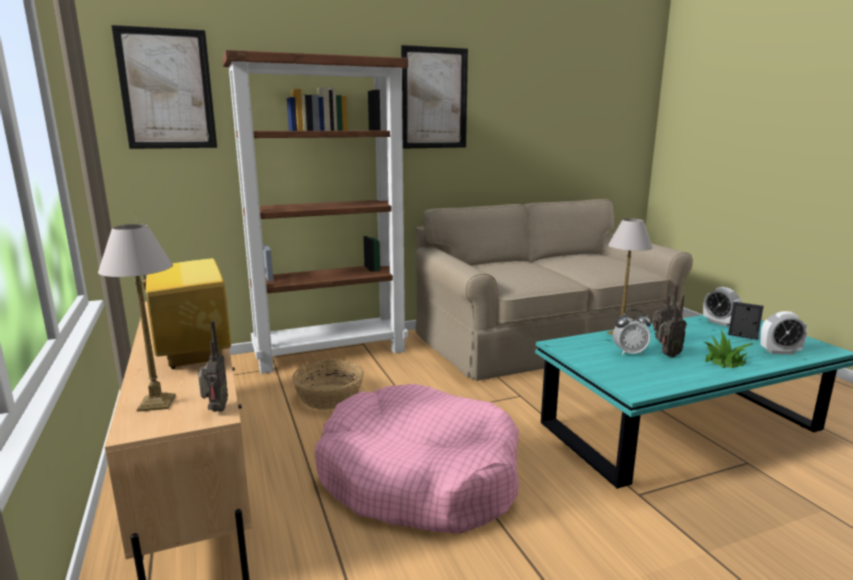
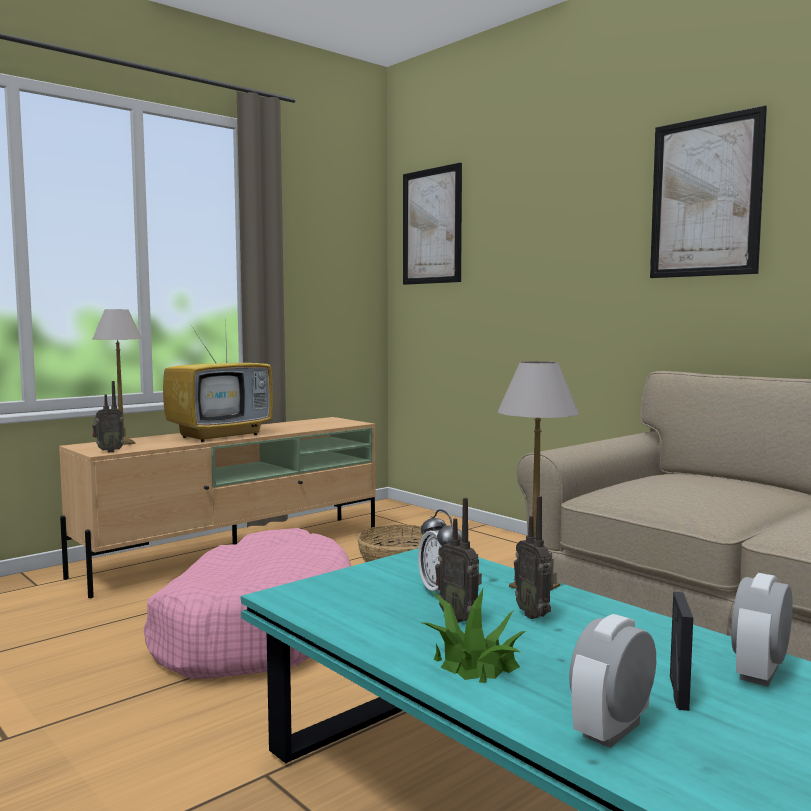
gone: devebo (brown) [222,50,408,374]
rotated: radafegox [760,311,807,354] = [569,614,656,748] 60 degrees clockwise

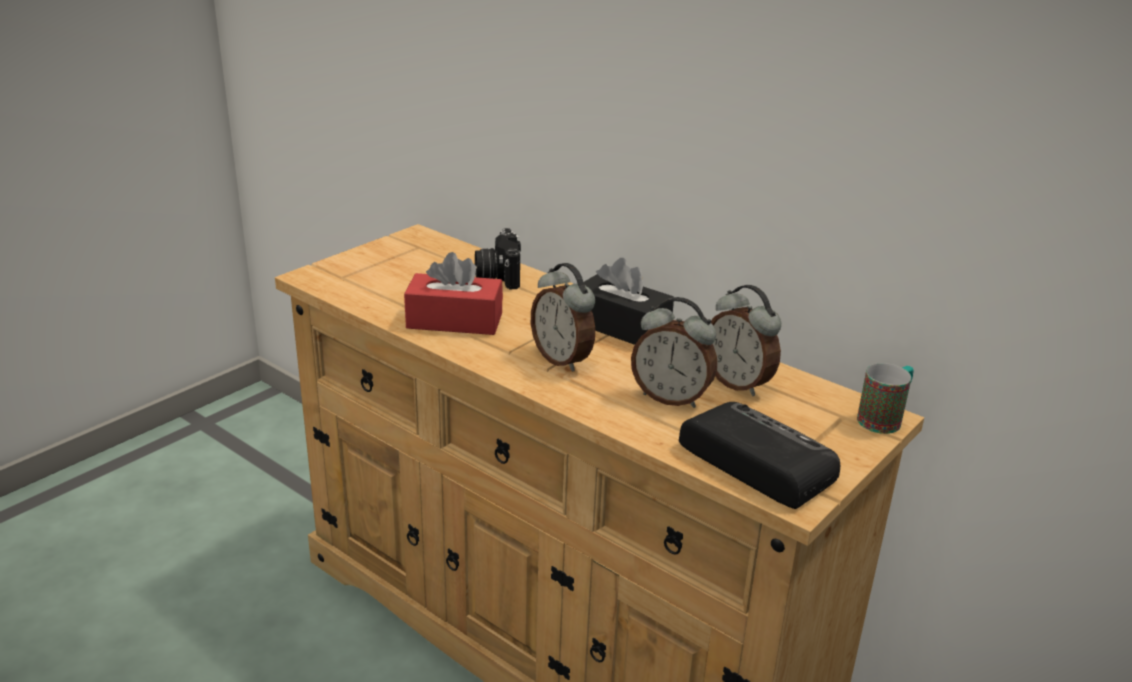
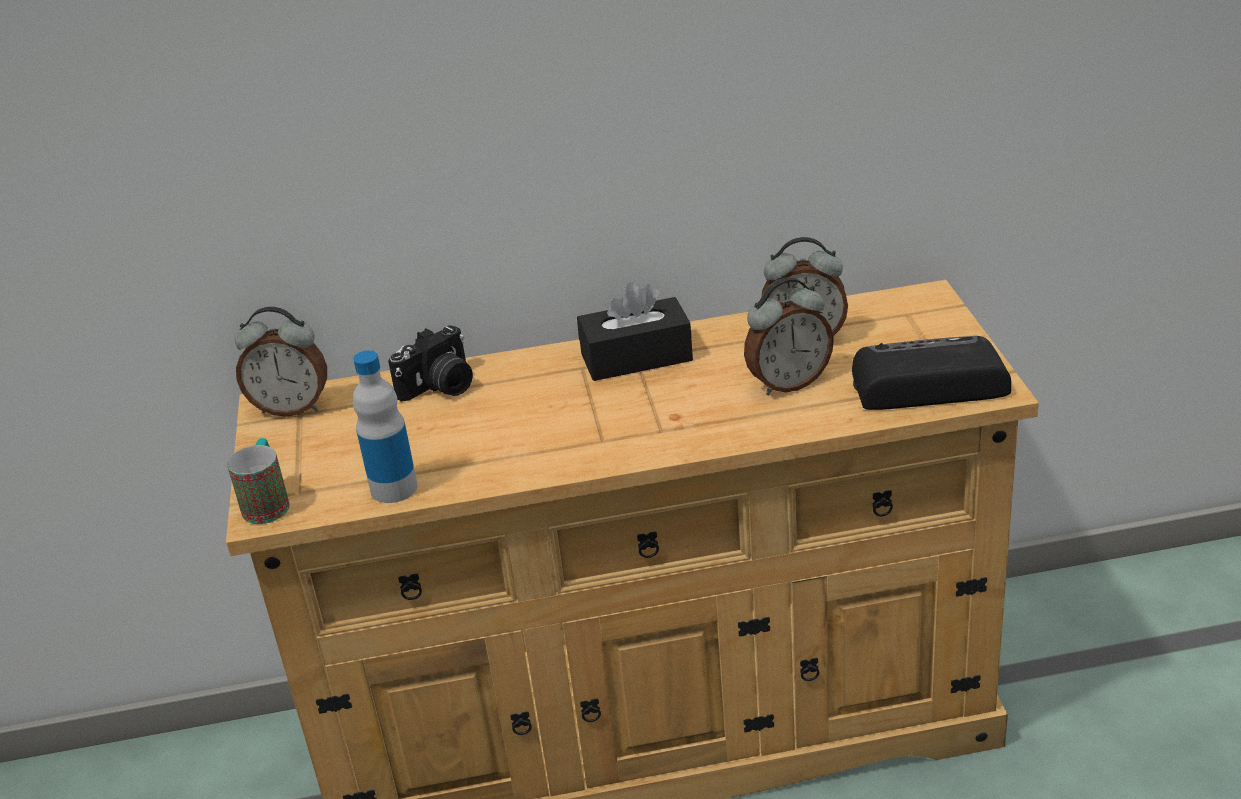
gone: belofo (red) [404,252,503,335]
new: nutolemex [353,350,417,503]
shifted: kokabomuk [857,363,914,434] to [227,438,290,524]; radafegox [531,263,595,372] to [235,307,327,417]
rotated: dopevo [475,228,521,289] = [388,325,473,402] 75 degrees counterclockwise

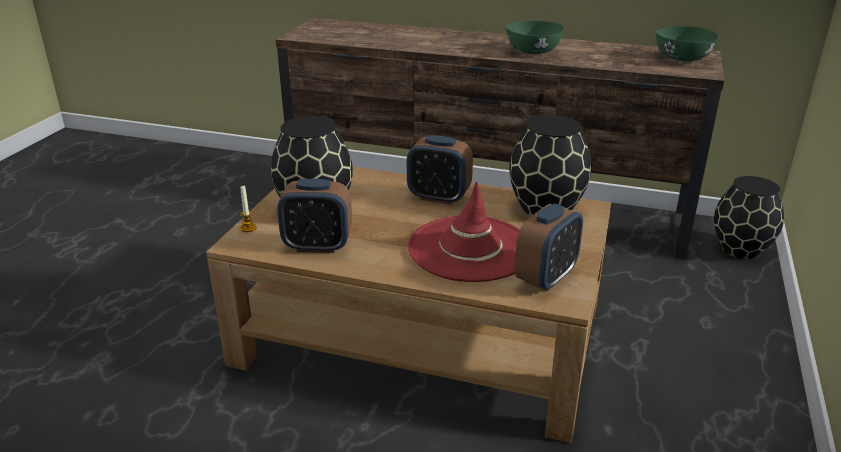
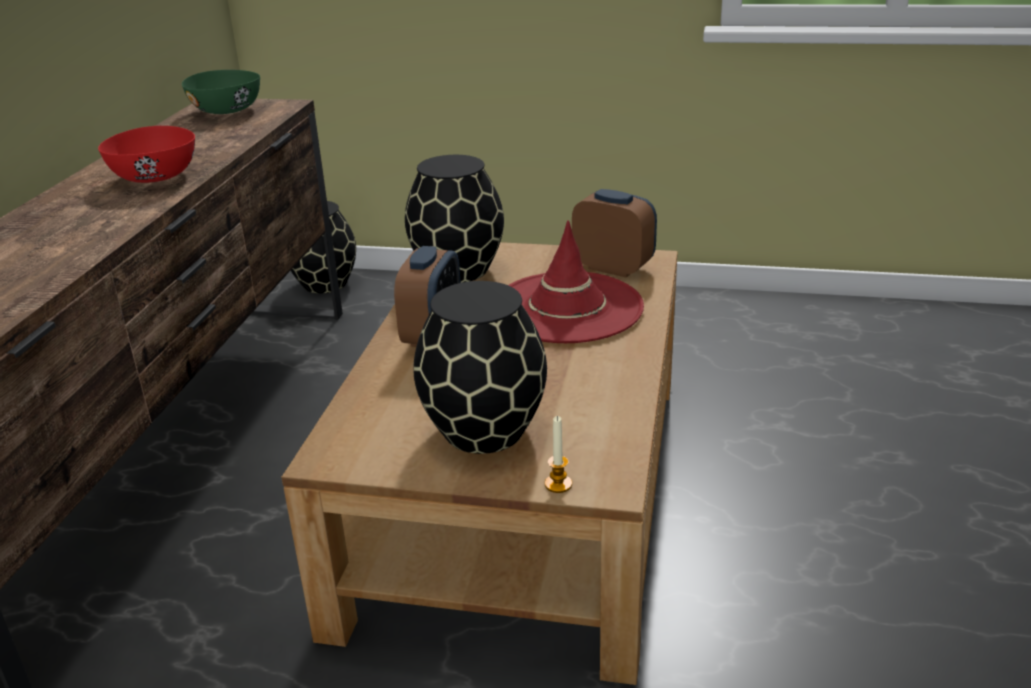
gone: radafegox [277,179,352,253]
repainted: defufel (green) [506,21,564,54] to defufel (red) [98,126,195,183]

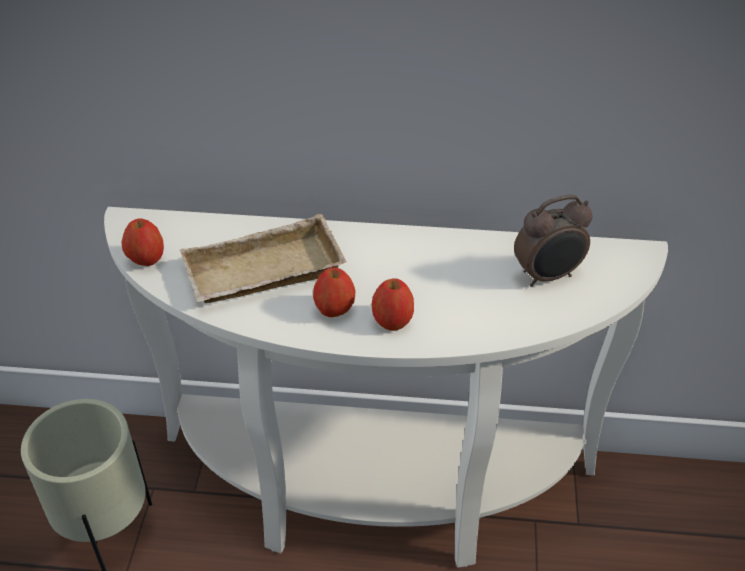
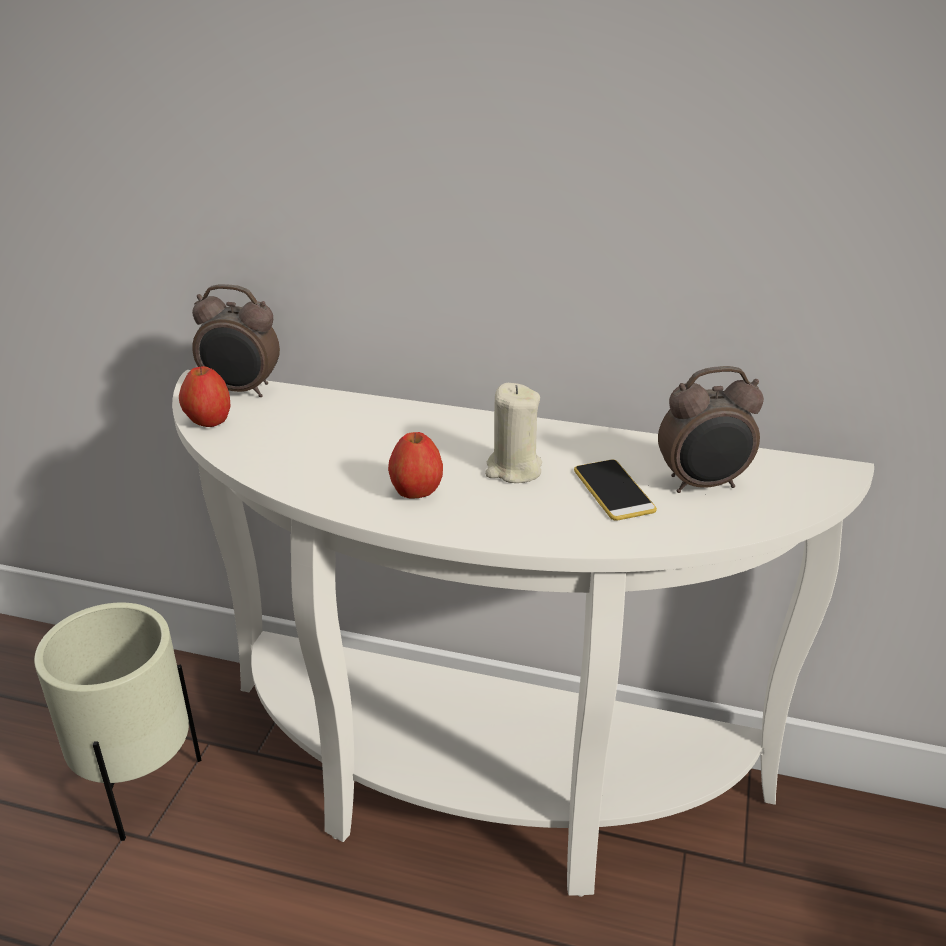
gone: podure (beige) [180,214,347,303]; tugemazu [371,278,414,331]
new: radafegox [192,284,280,397]; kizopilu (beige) [485,383,542,483]; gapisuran [574,459,657,521]

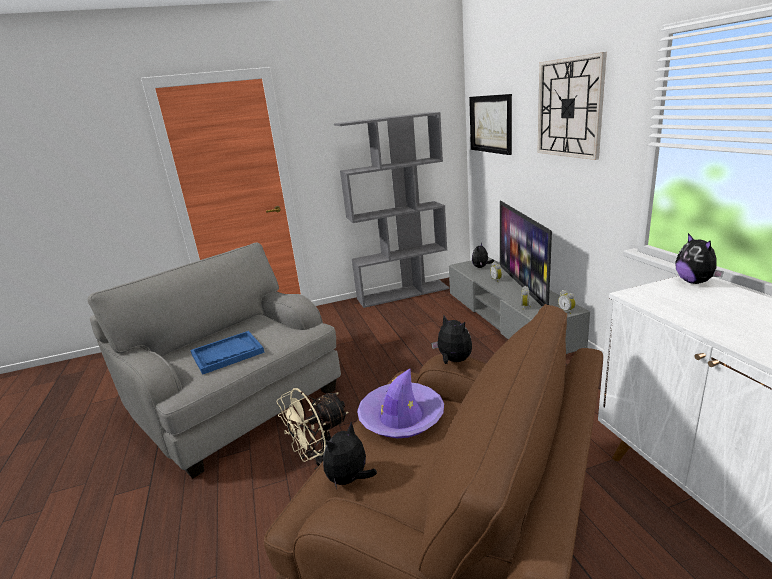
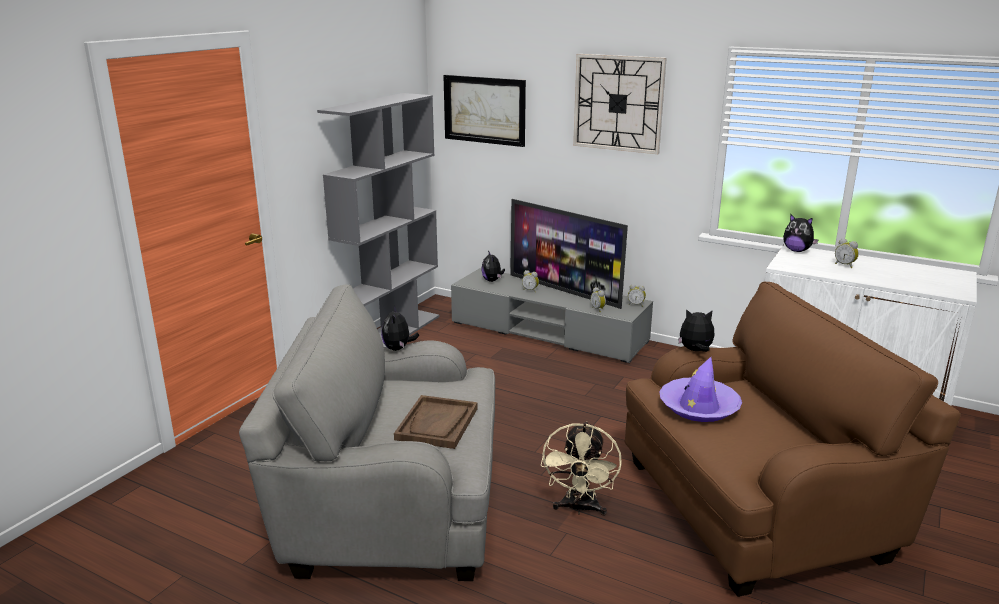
new: radafegox [835,239,859,268]
shifted: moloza [323,422,377,489] to [381,306,419,351]
repainted: podure (blue) [190,331,264,375] to podure (brown) [394,395,477,449]

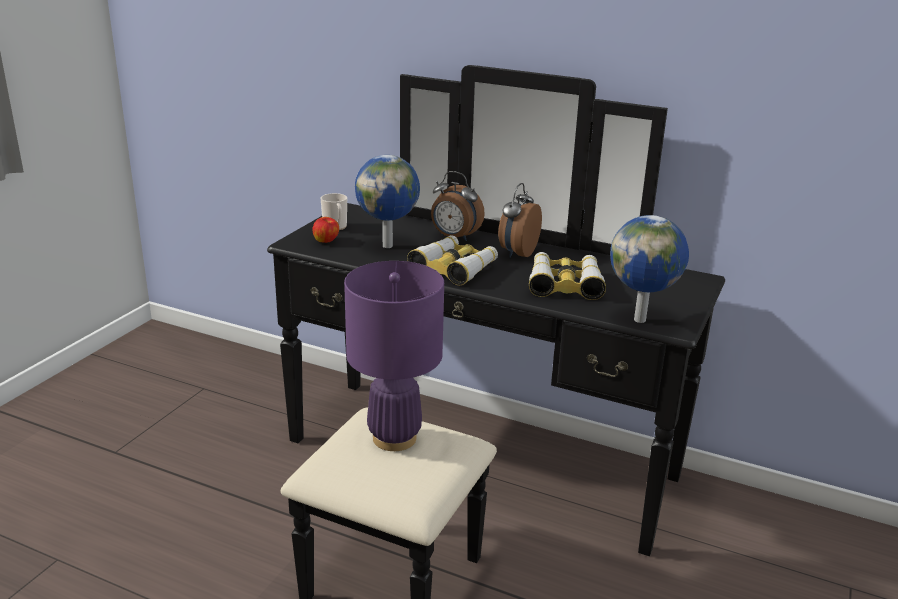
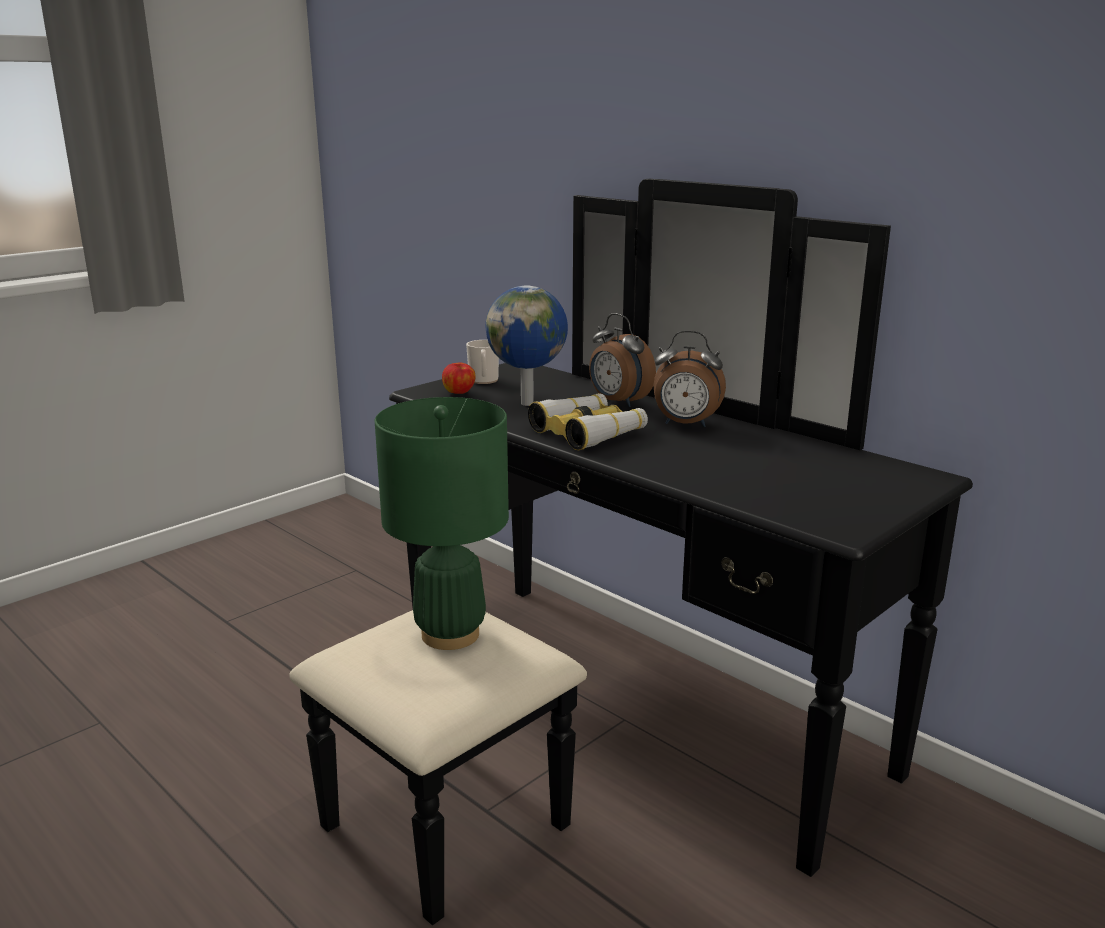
gone: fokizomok [529,252,606,300]; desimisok [610,215,689,323]
repainted: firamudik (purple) [344,261,444,451] to firamudik (green) [375,397,509,650]
rotated: radafegox [498,183,542,258] = [653,330,726,427] 120 degrees counterclockwise

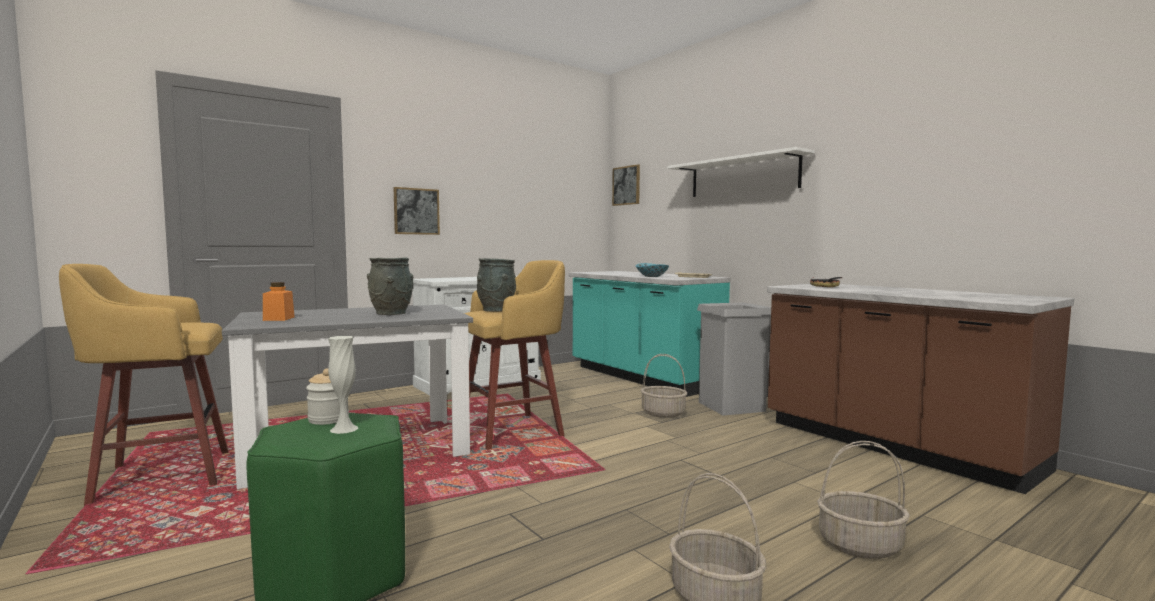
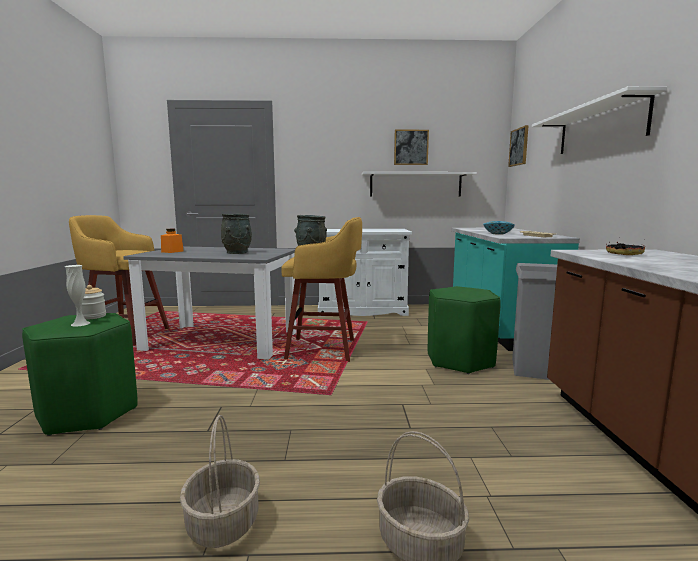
new: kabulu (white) [362,172,477,197]
shifted: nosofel [393,187,440,235] to [394,130,429,165]
swapped: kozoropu [641,354,687,418] to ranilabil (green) [428,286,501,374]

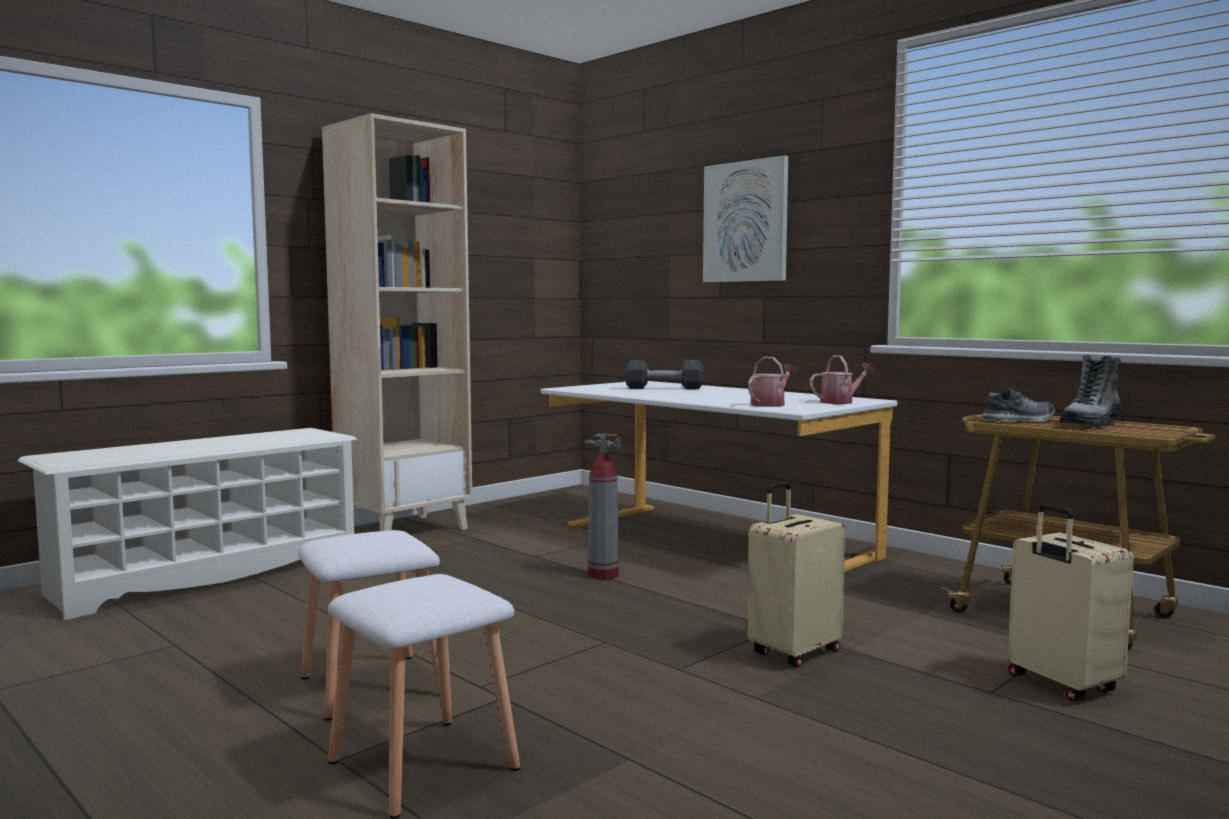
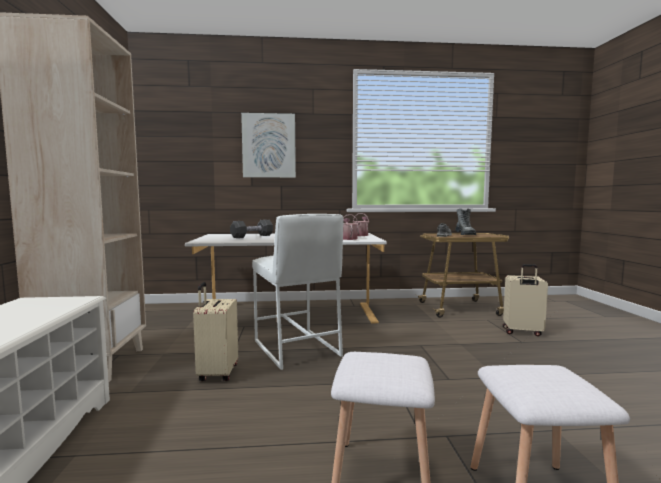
shifted: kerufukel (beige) [747,481,845,667] to [193,282,238,381]
swapped: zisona [585,433,621,580] to ranilabil (white) [252,214,343,370]

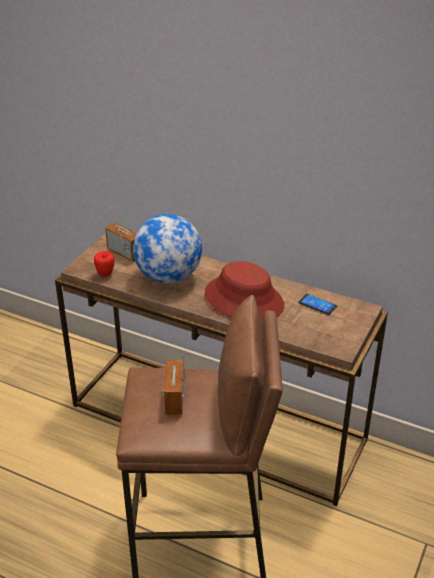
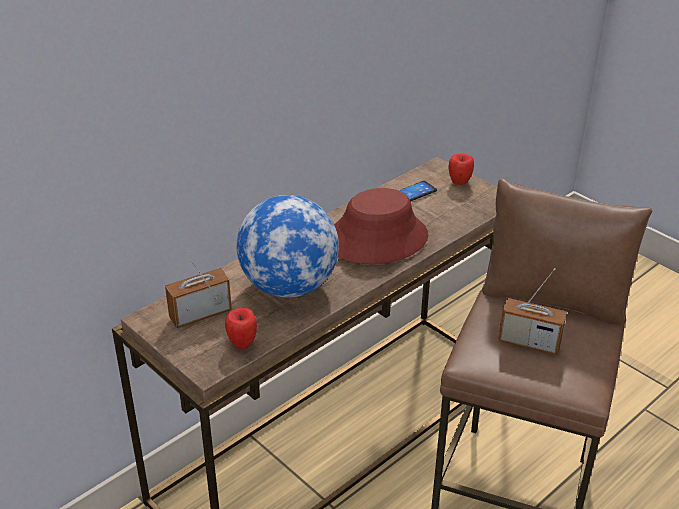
new: tugemazu [449,153,474,185]

